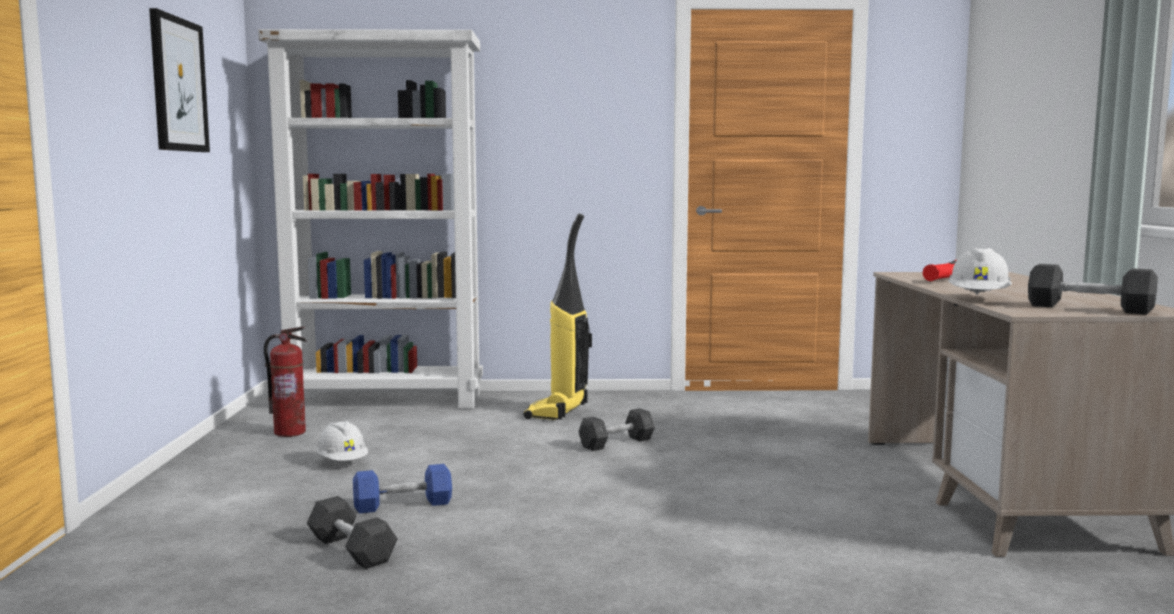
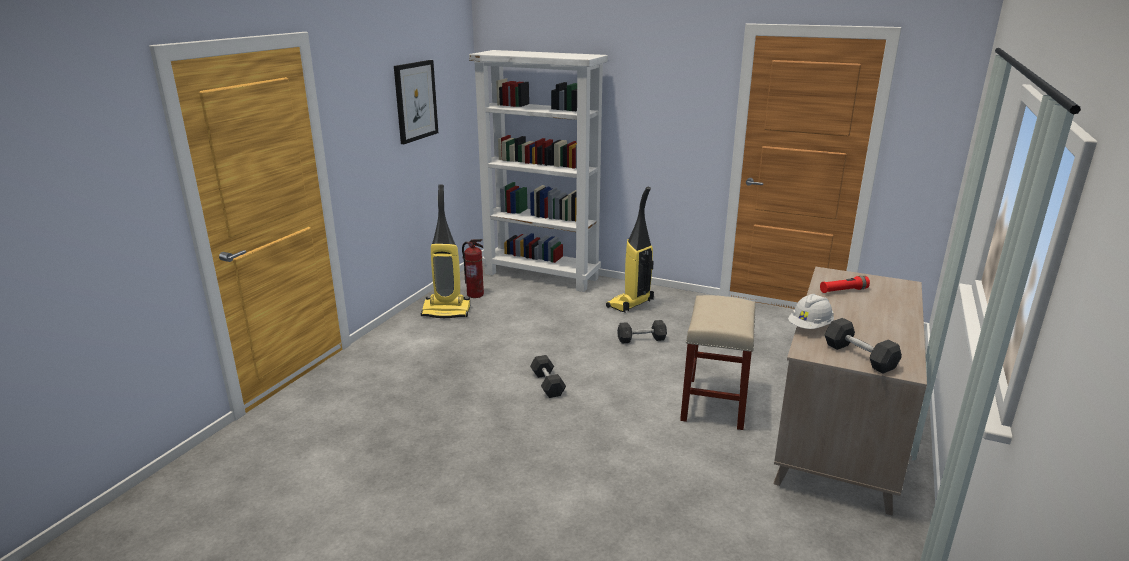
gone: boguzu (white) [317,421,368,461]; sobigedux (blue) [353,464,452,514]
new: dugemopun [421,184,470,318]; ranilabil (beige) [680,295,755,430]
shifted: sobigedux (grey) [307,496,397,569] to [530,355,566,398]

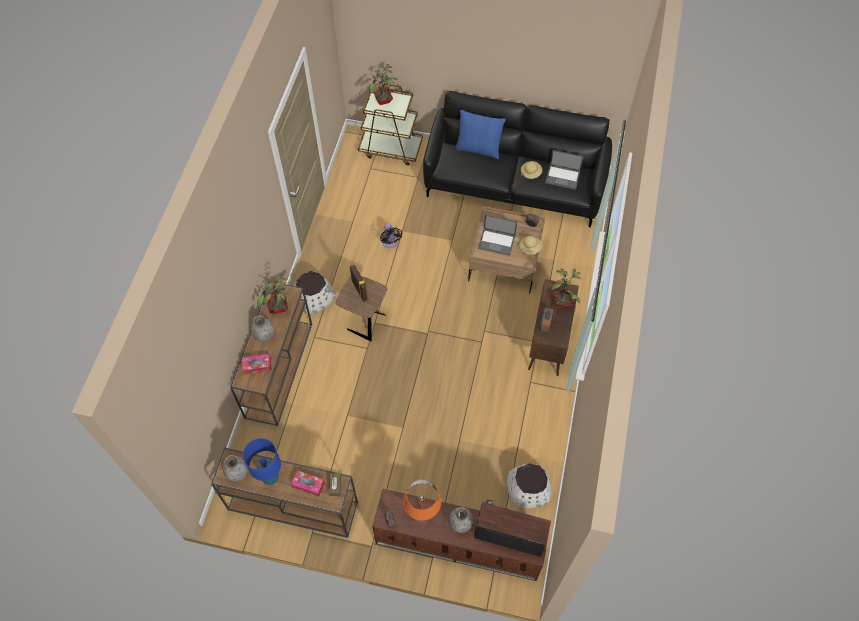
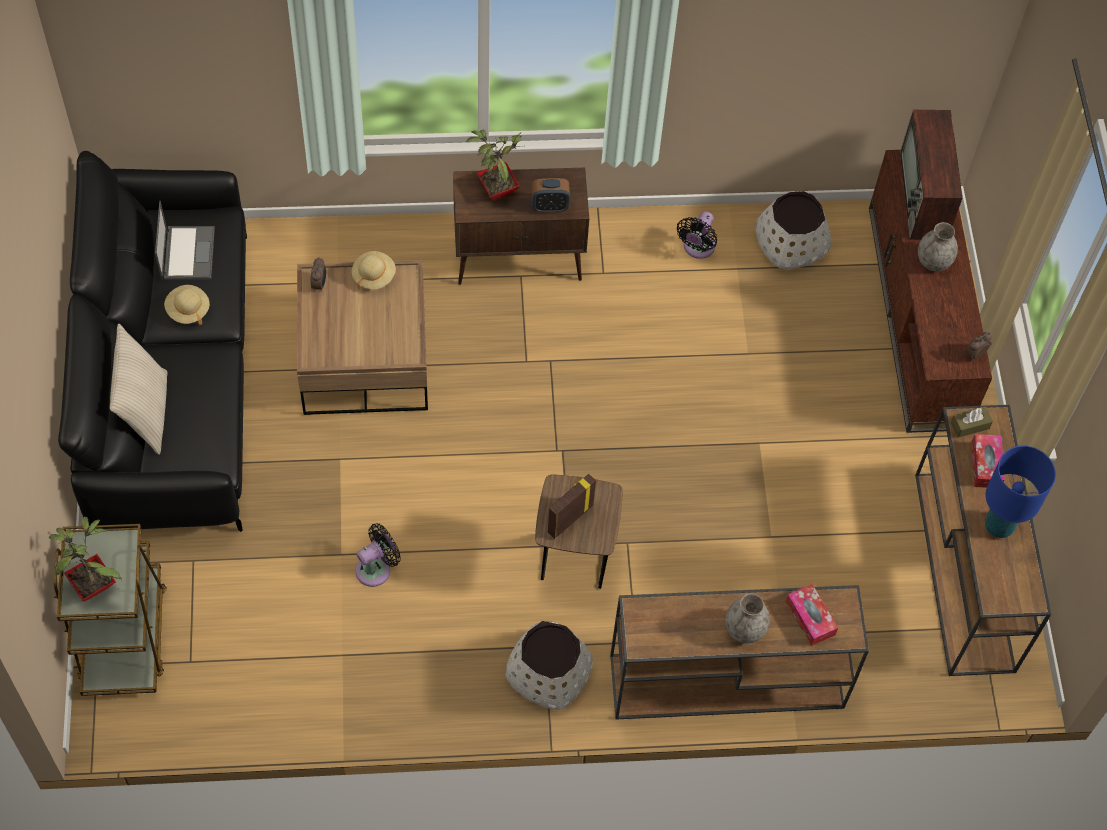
gone: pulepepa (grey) [223,455,248,482]; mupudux [257,274,290,314]; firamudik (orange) [403,479,441,520]; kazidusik [478,214,517,256]
new: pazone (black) [677,211,717,259]
repainted: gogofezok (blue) [455,110,506,159] to gogofezok (beige) [110,324,167,455]

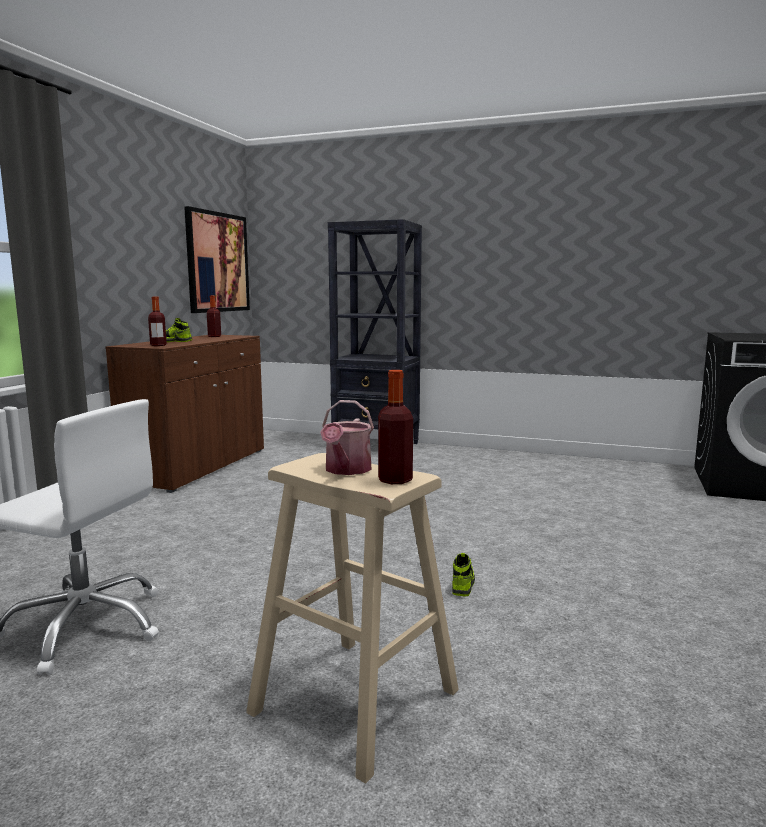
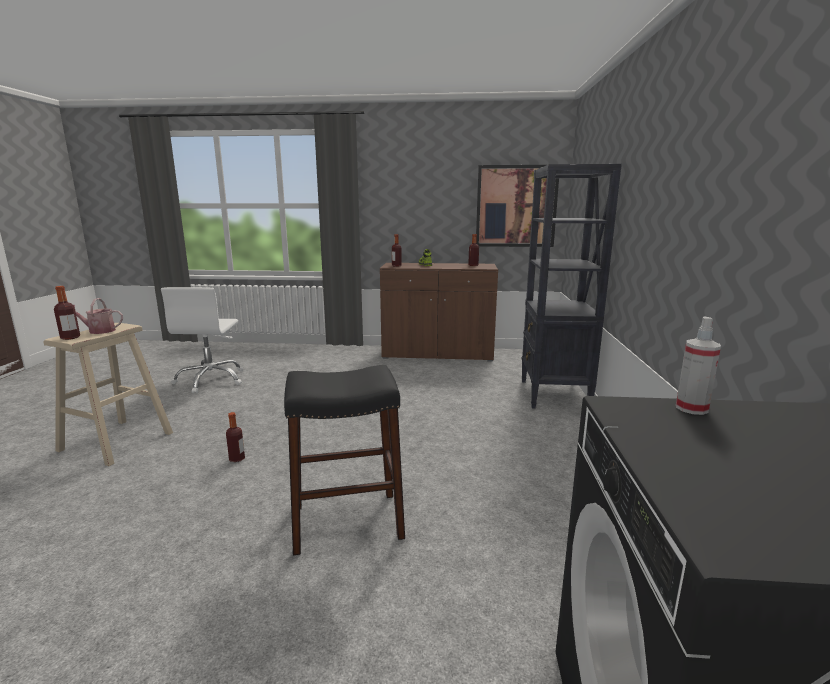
new: ranilabil (black) [284,365,405,555]; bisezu [676,317,721,415]
swapped: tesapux [452,553,475,597] to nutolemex [226,412,245,462]

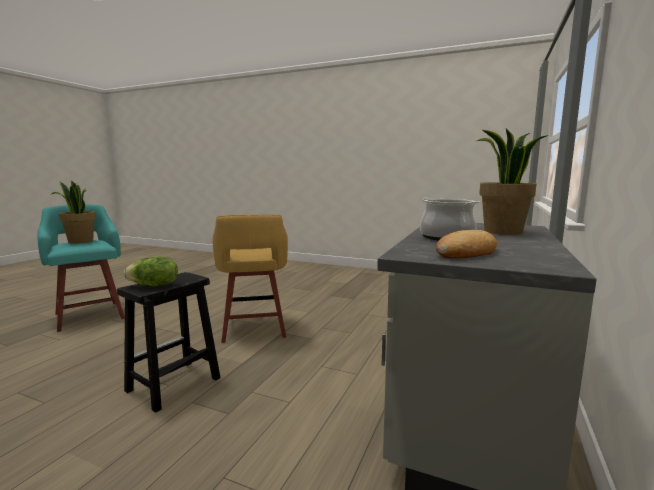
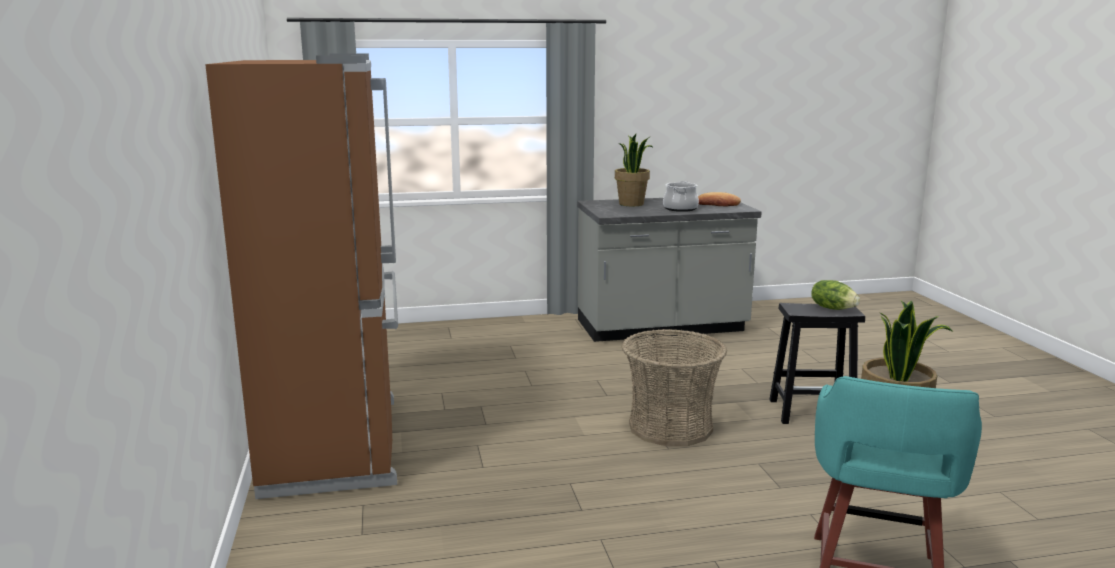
new: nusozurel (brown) [205,53,398,499]
swapped: ranilabil (yellow) [212,214,288,343] to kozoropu [622,329,727,446]

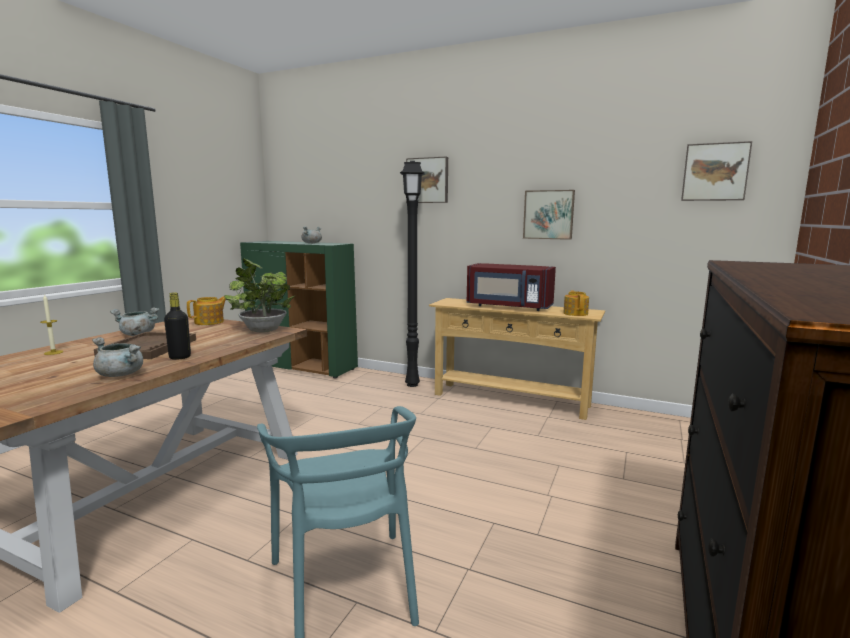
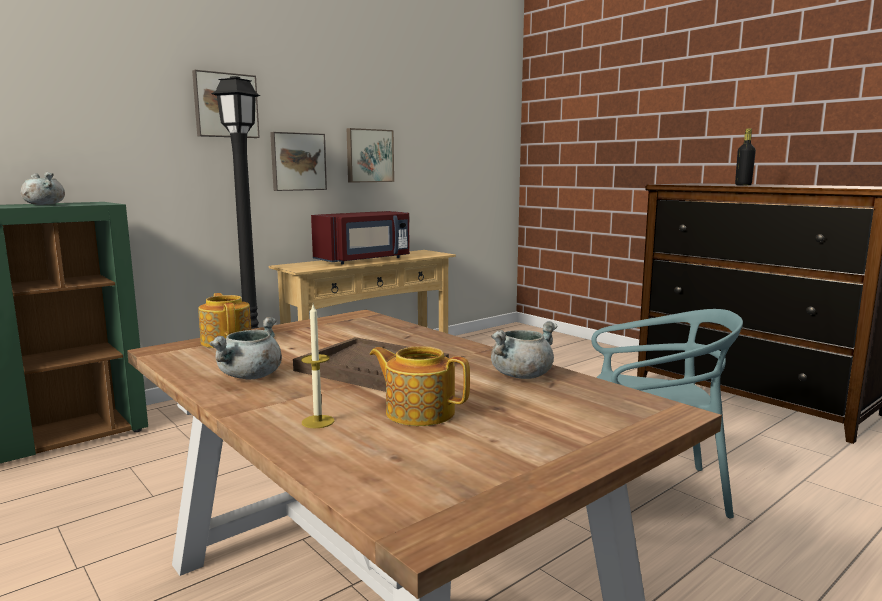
gone: mupudux [224,258,296,333]
shifted: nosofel [681,141,752,201] to [270,132,327,191]; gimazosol [563,291,589,316] to [370,346,470,426]; nutolemex (black) [164,292,191,360] to [735,128,756,186]

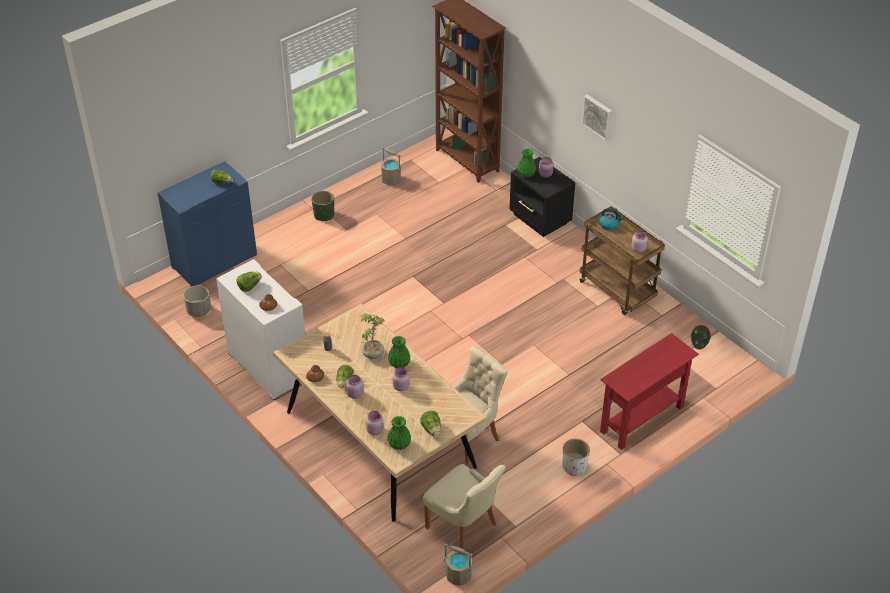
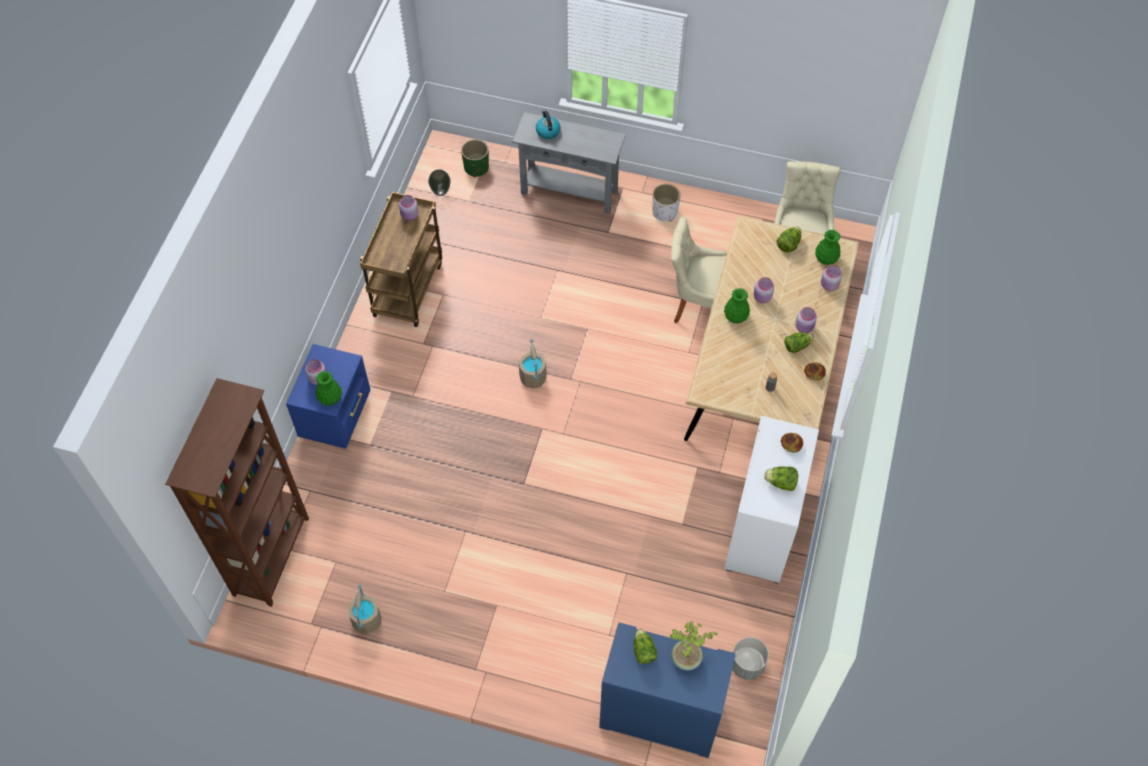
gone: nosofel [582,95,612,141]
shifted: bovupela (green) [311,191,334,221] to [461,139,489,177]; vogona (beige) [444,544,472,586] to [519,339,547,389]; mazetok [599,208,623,230] to [536,110,561,139]; mupudux [360,313,384,359] to [670,621,718,671]
repainted: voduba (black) [509,157,575,237] to voduba (blue) [286,344,370,449]; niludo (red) [600,333,699,450] to niludo (grey) [512,112,626,214]

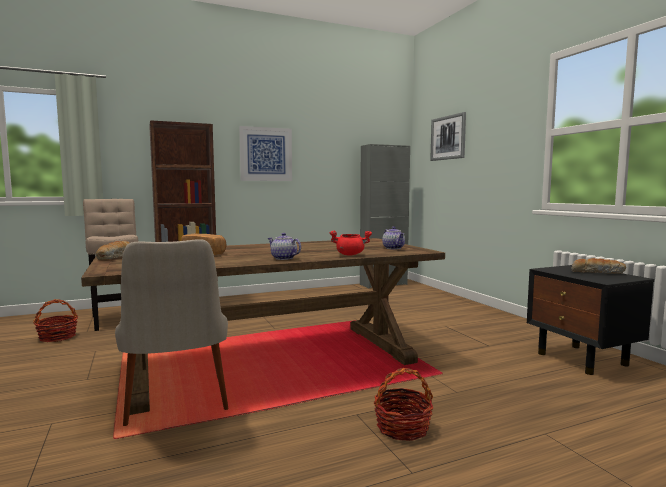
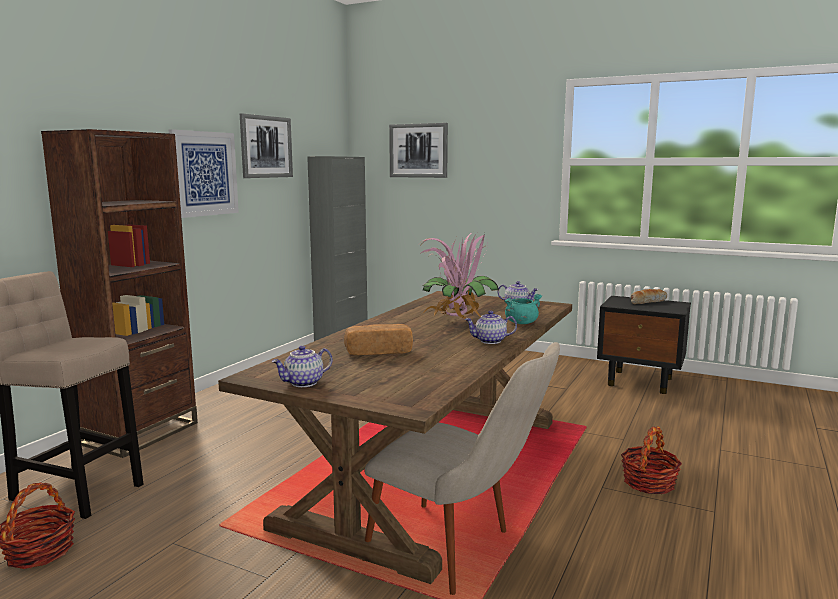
new: nosofel [240,113,293,178]; mupudux [417,231,499,319]
swapped: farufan [96,241,130,260] to gimazosol [272,346,333,387]
repainted: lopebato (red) [330,230,372,256] to lopebato (turquoise) [505,294,542,324]

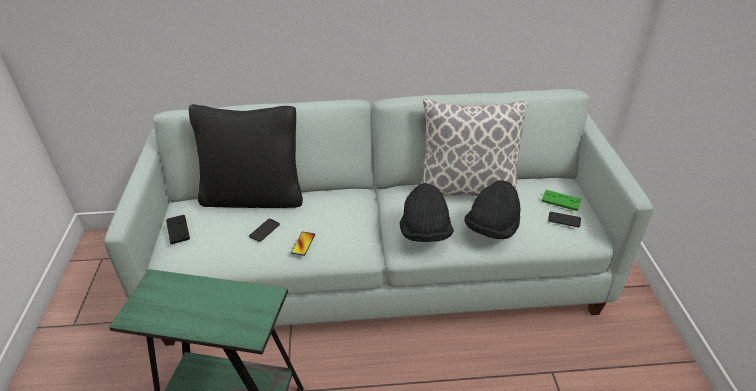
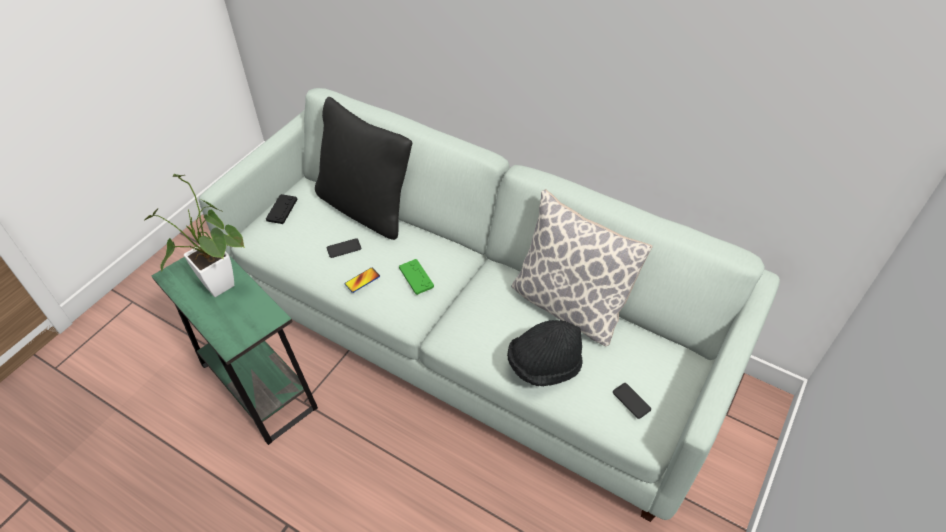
gone: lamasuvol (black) [400,183,454,242]
new: mupudux [144,174,245,297]
shifted: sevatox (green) [542,190,581,211] to [399,259,434,295]

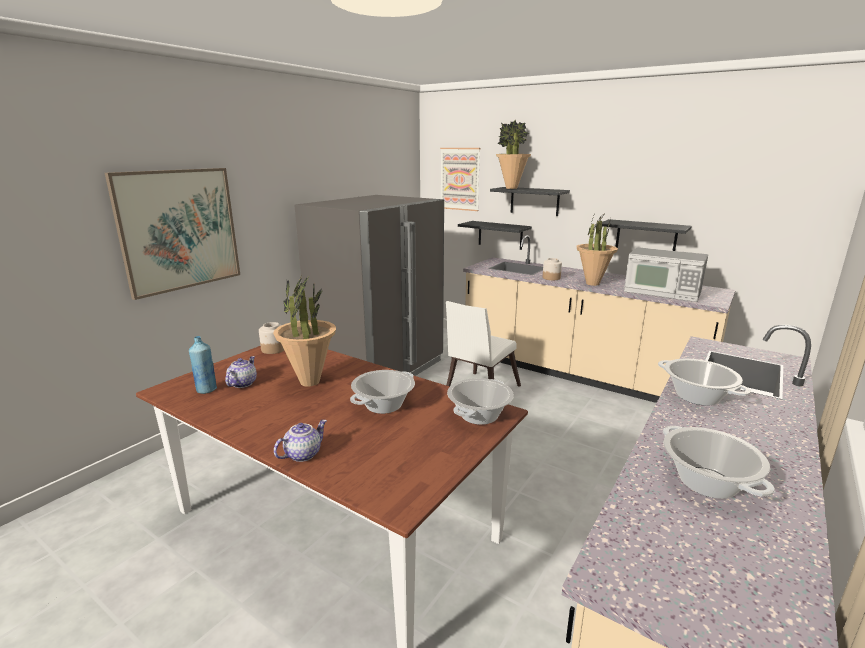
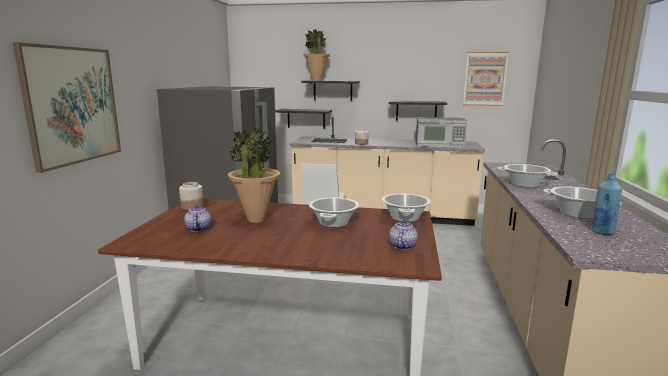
gone: mupudux [576,212,618,286]
shifted: gimazosol [274,420,327,462] to [389,220,418,250]; nosofel [440,148,480,211] to [463,52,509,106]; nutolemex (blue) [189,336,217,394] to [592,174,622,235]

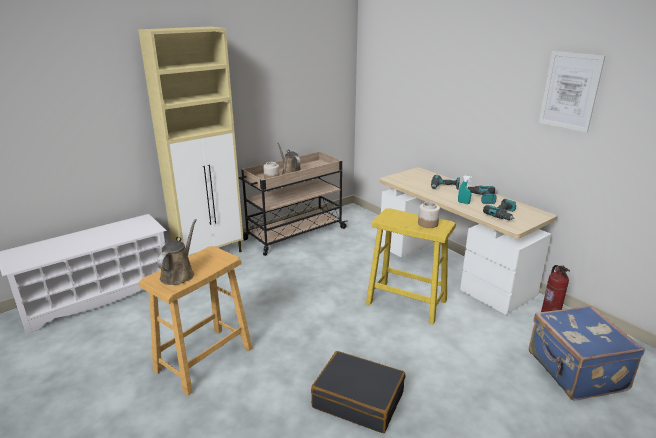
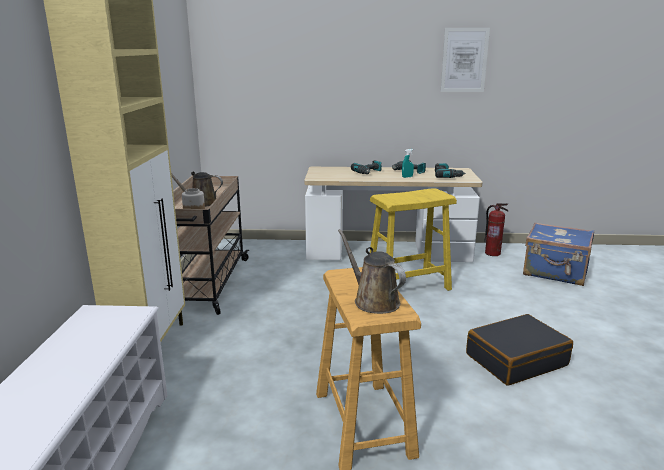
gone: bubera [418,202,440,228]

